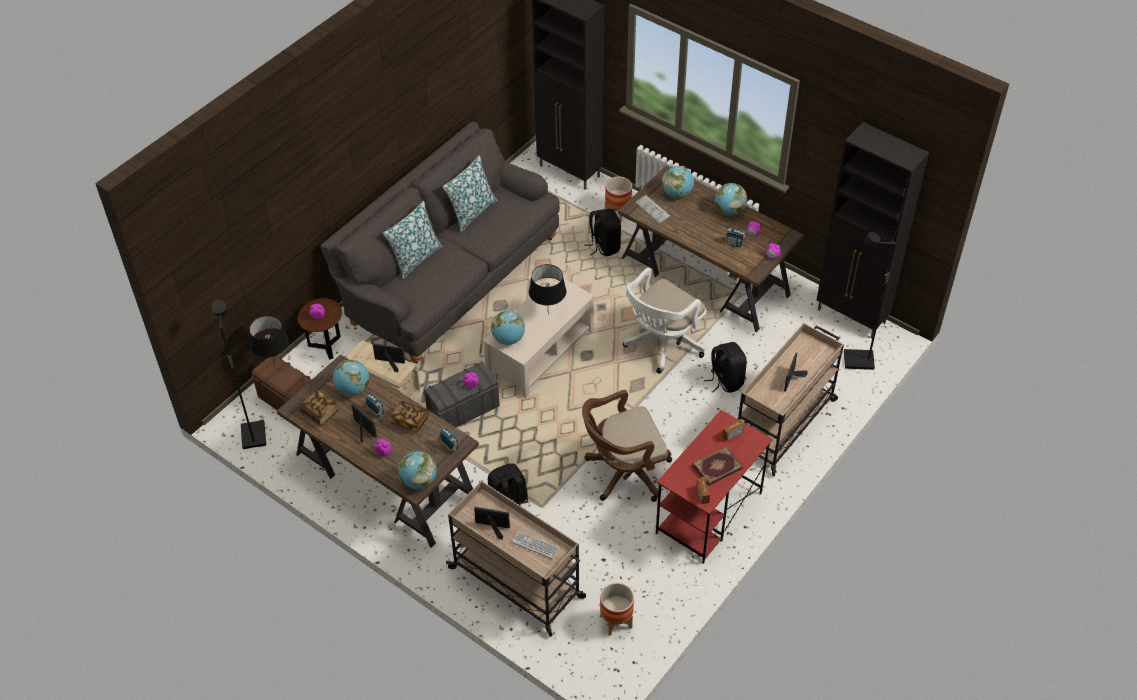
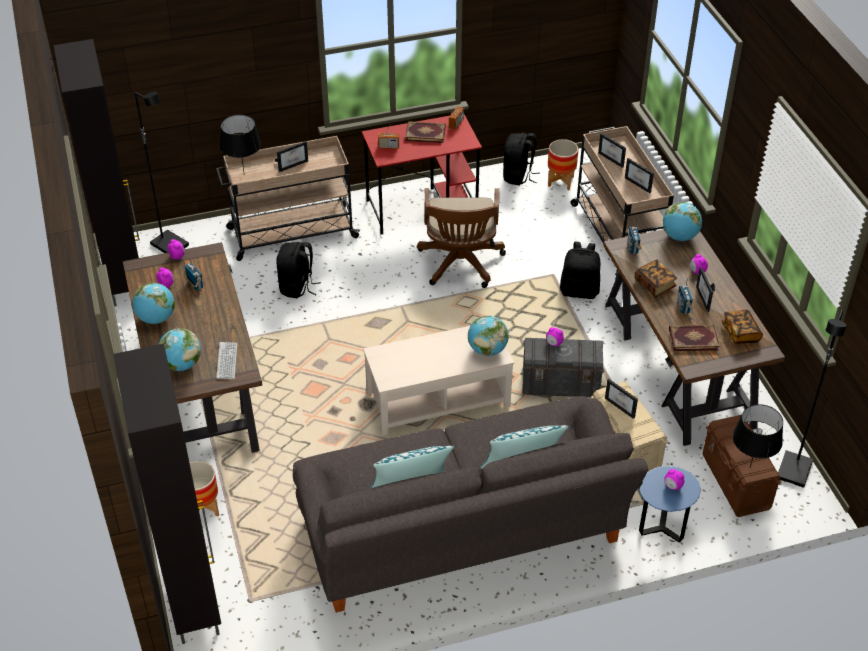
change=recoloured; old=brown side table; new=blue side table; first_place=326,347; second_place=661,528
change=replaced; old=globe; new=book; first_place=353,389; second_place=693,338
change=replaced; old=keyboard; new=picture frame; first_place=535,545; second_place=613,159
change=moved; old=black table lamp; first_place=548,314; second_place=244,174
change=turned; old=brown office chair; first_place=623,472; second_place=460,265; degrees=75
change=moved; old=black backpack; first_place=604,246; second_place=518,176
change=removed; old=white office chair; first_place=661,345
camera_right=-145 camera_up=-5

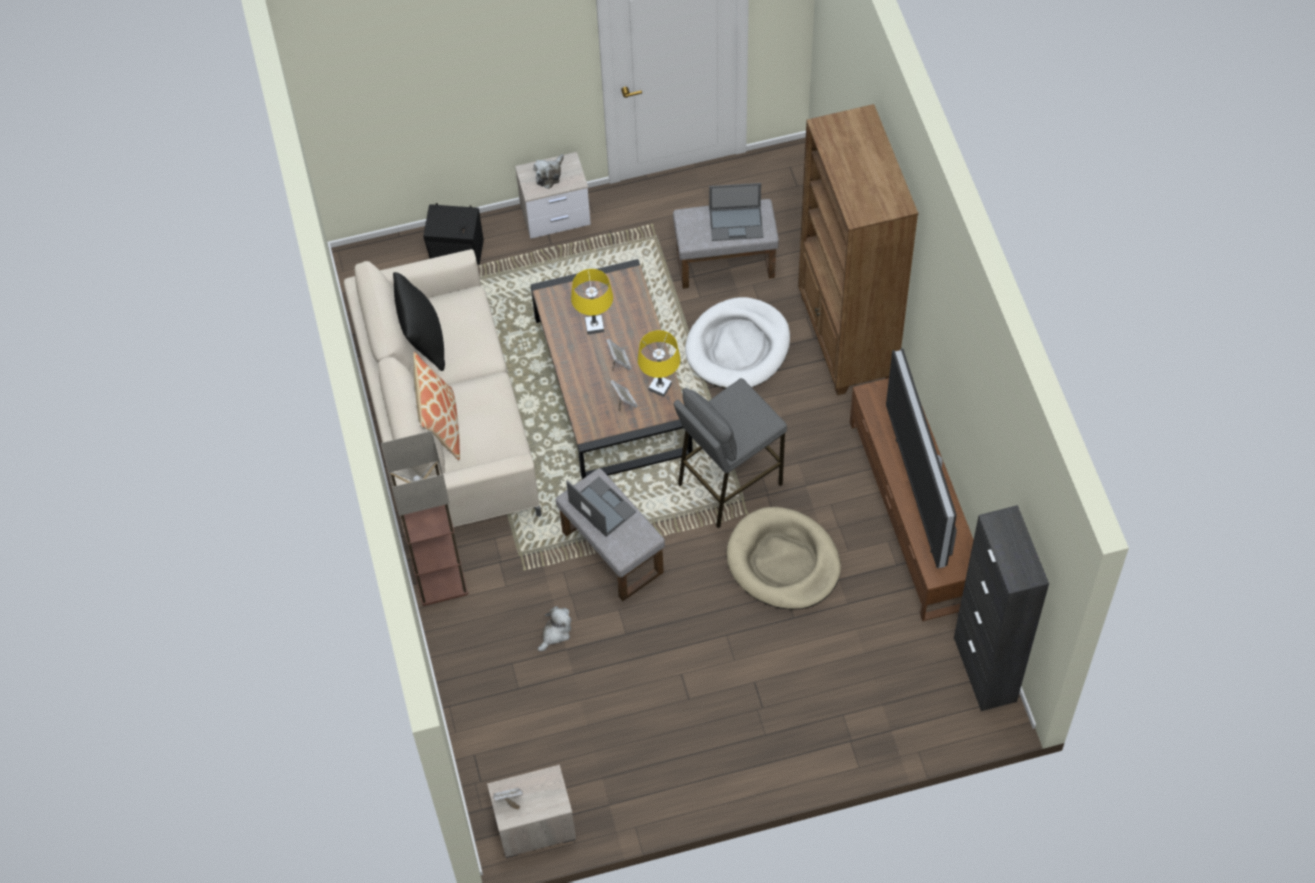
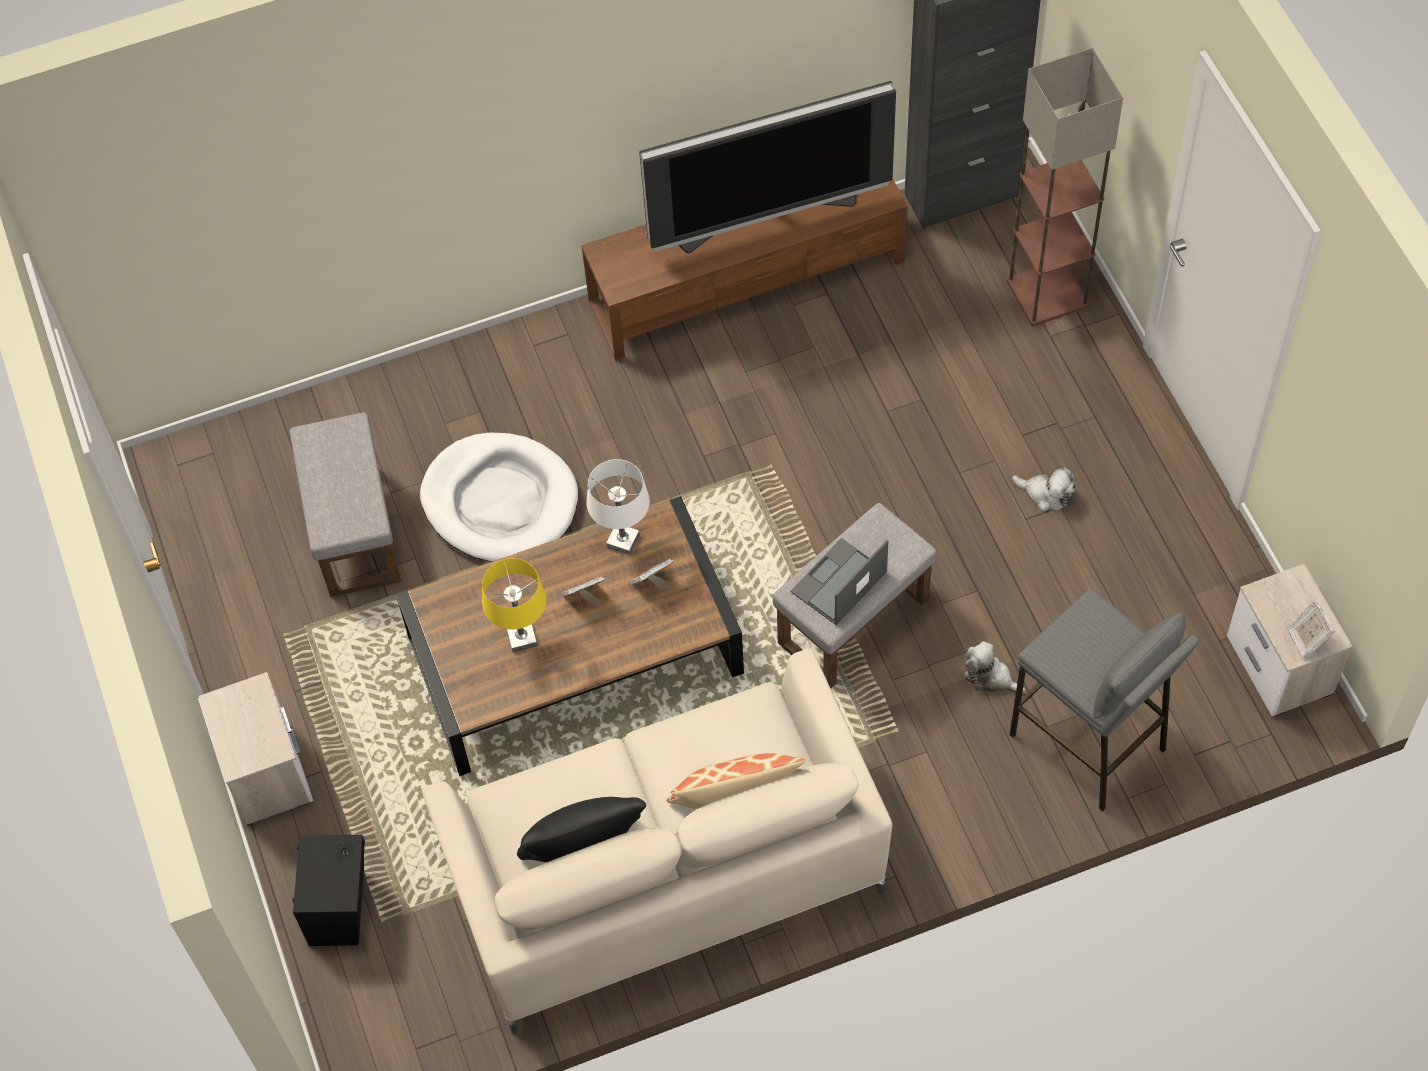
change=moved; old=floor lamp; first_place=439,579; second_place=1047,294
change=moved; old=plush toy; first_place=549,175; second_place=1046,494
change=recoloured; old=yellow table lamp; new=white table lamp; first_place=660,387; second_place=623,541
change=moved; old=grey stool; first_place=729,483; second_place=1088,742
change=removed; old=laptop; first_place=737,223
change=removed; old=beige dog bed; first_place=783,562
change=removed; old=brown bookcase; first_place=846,339
camera_right=-95 camera_up=0

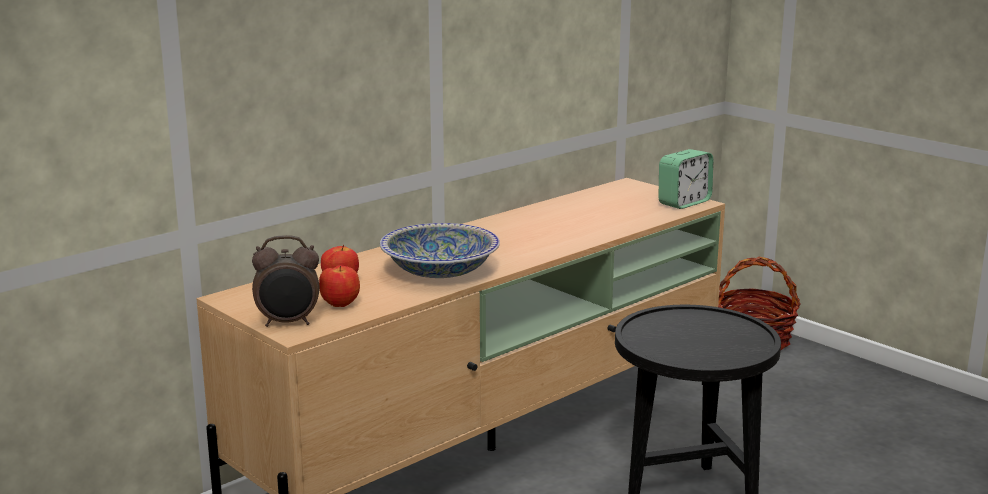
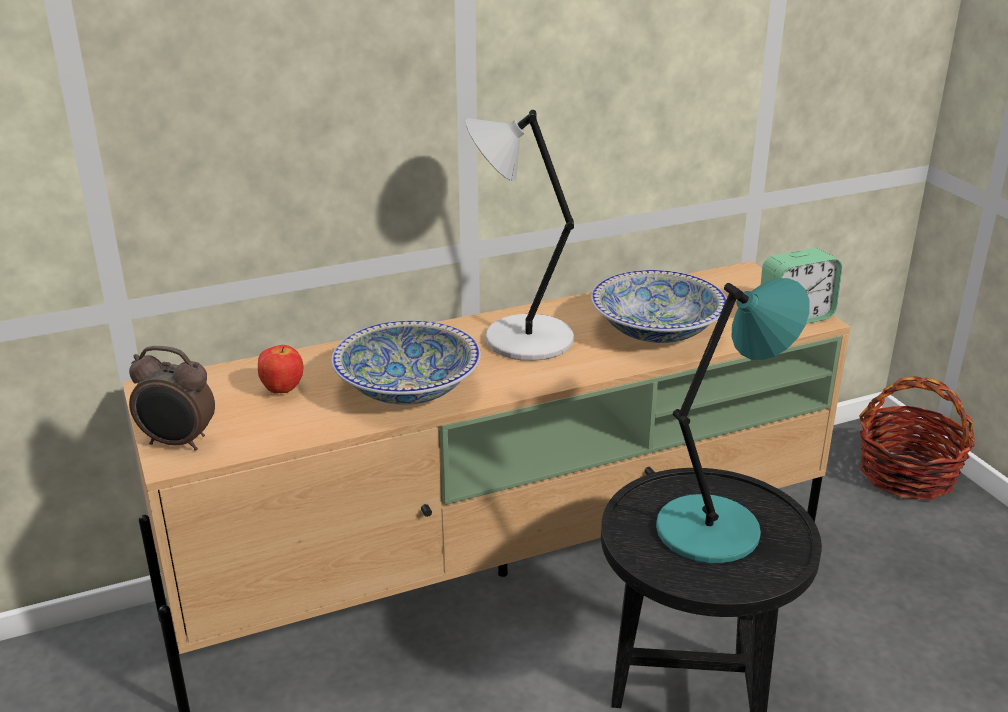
change=removed; old=apple; first_place=340,305
change=added; new=grey table lamp; second_place=523,339
change=added; new=bowl; second_place=656,331
change=added; new=turquoise table lamp; second_place=713,528
camera_right=20 camera_up=10

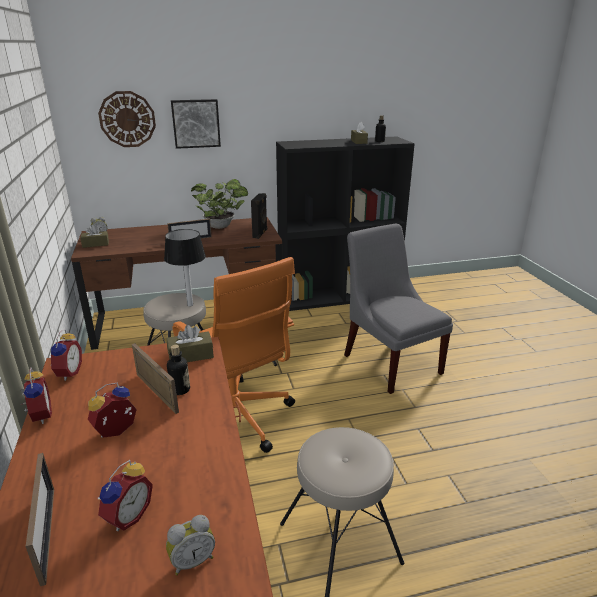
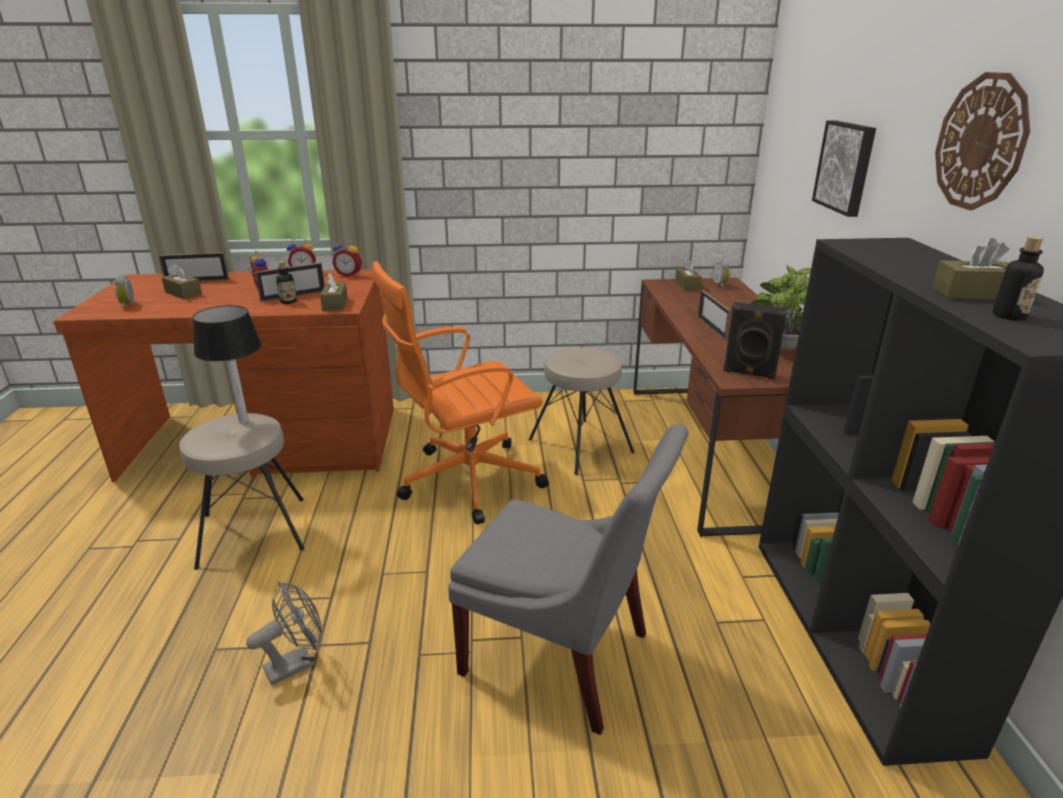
change=moved; old=wall clock; first_place=127,119; second_place=981,142
change=replaced; old=alarm clock; new=brown tissue box; first_place=127,516; second_place=183,293
change=moved; old=table lamp; first_place=190,305; second_place=243,421
change=turned; old=grey chair; first_place=390,361; second_place=562,658; degrees=45
change=added; new=grey fan; second_place=296,663
camera_right=100 camera_up=0

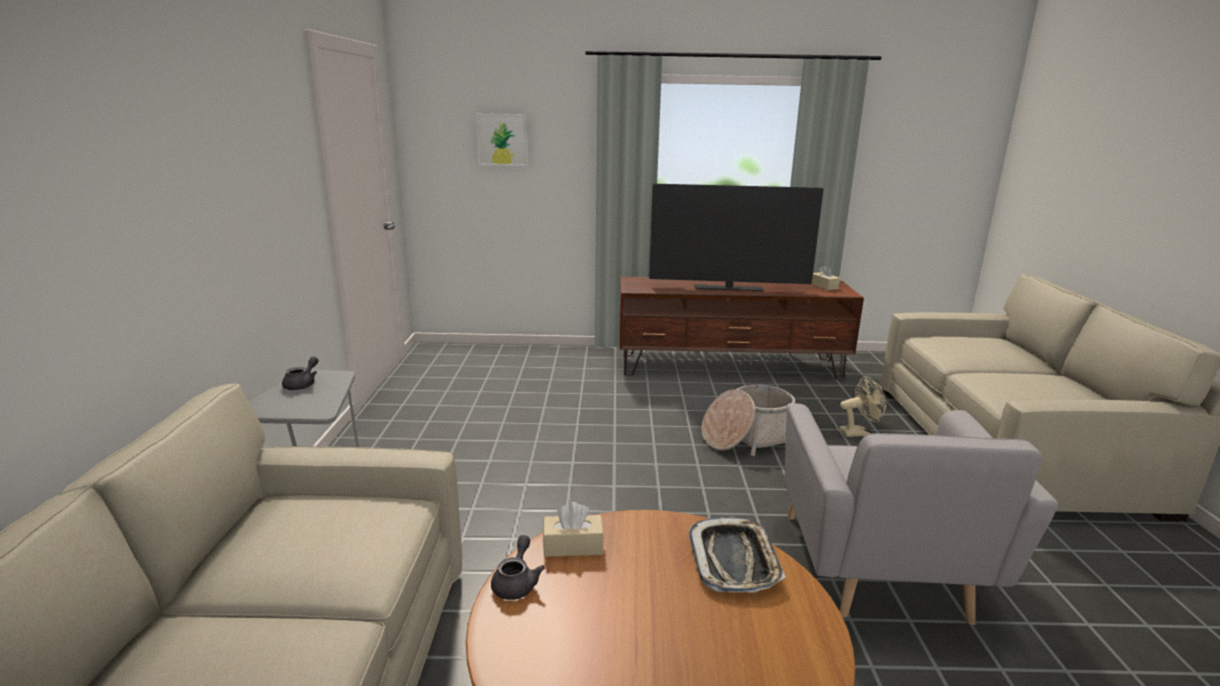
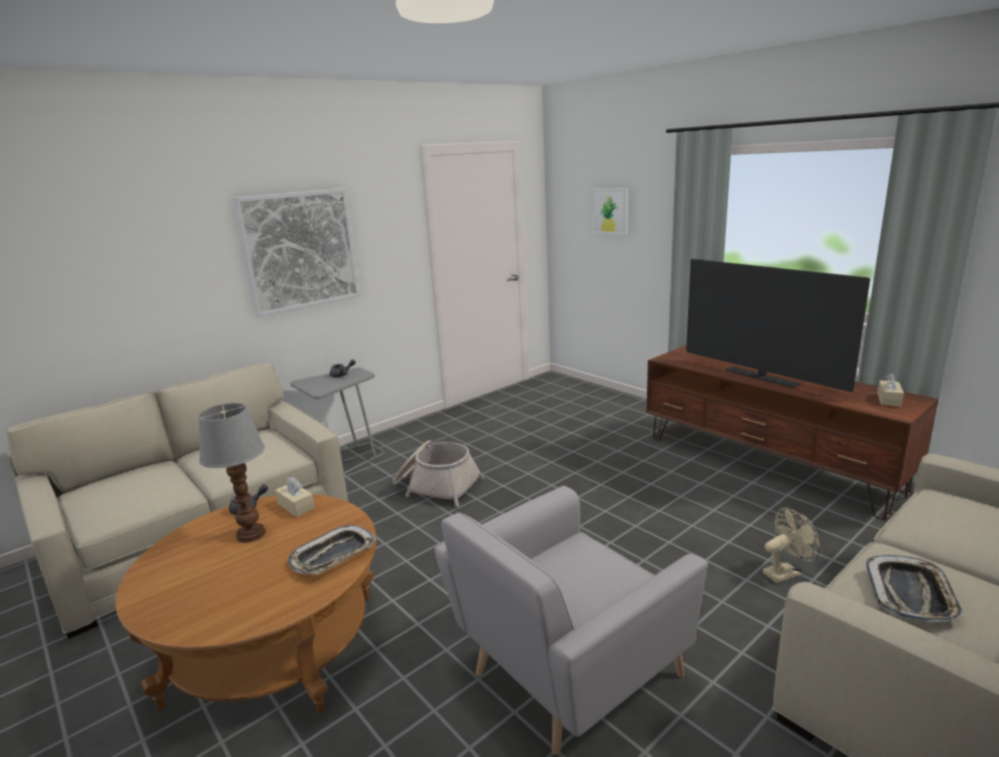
change=moved; old=basket; first_place=749,438; second_place=436,486
change=turned; old=beige fan; first_place=859,432; second_place=786,572; degrees=-60
change=added; new=table lamp; second_place=250,535
change=added; new=picture; second_place=300,250
change=added; new=tray; second_place=911,594
camera_right=50 camera_up=0

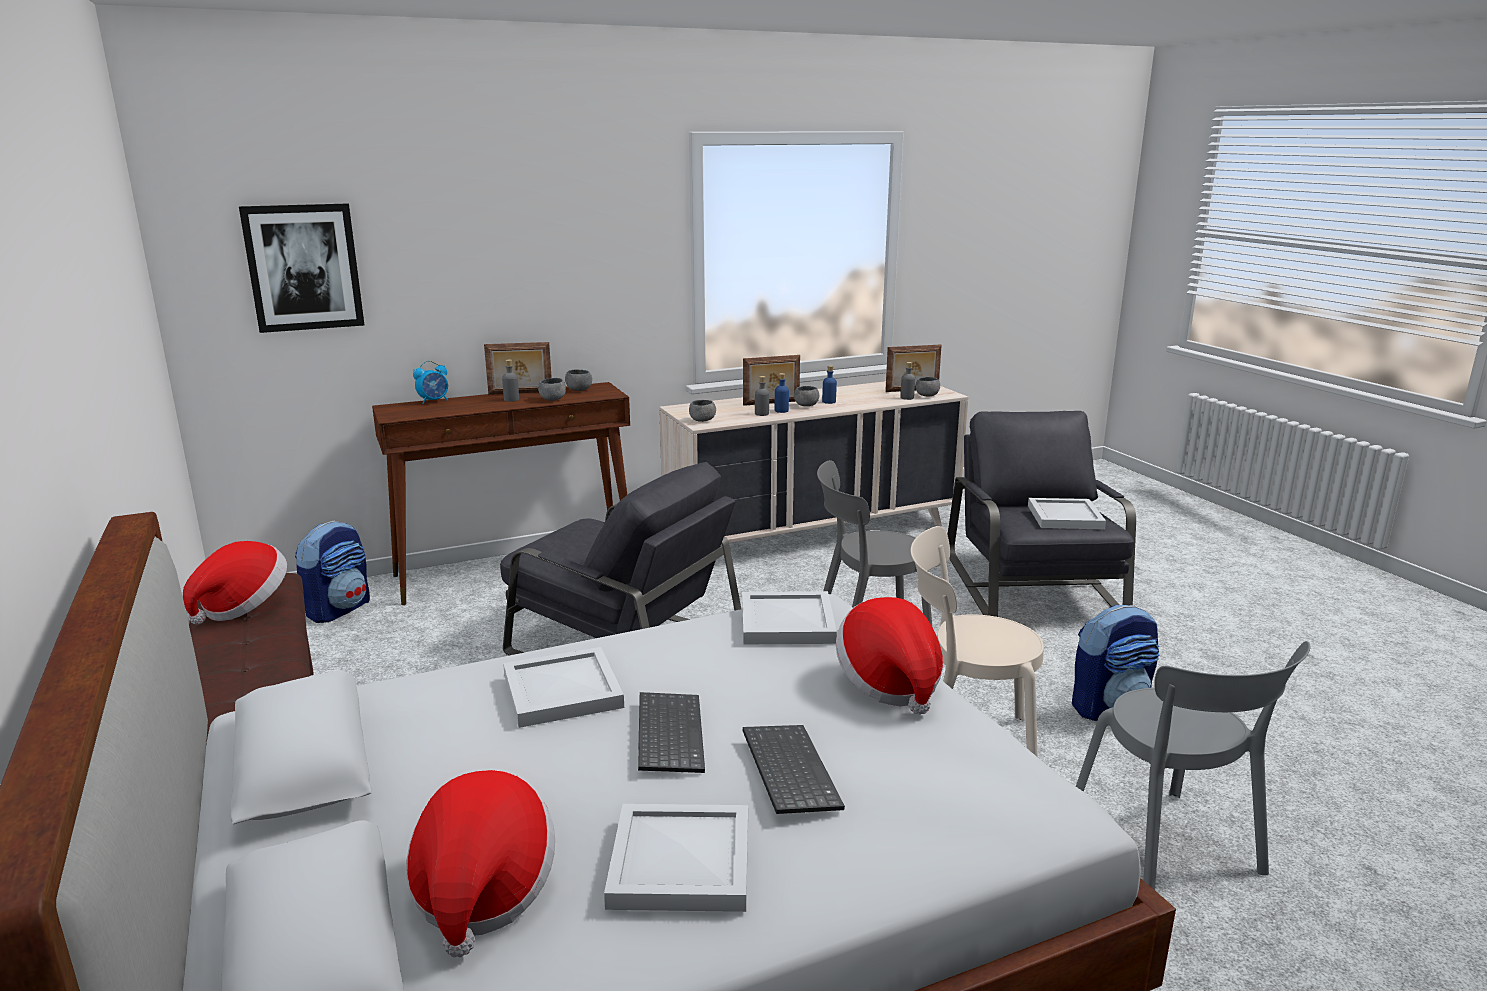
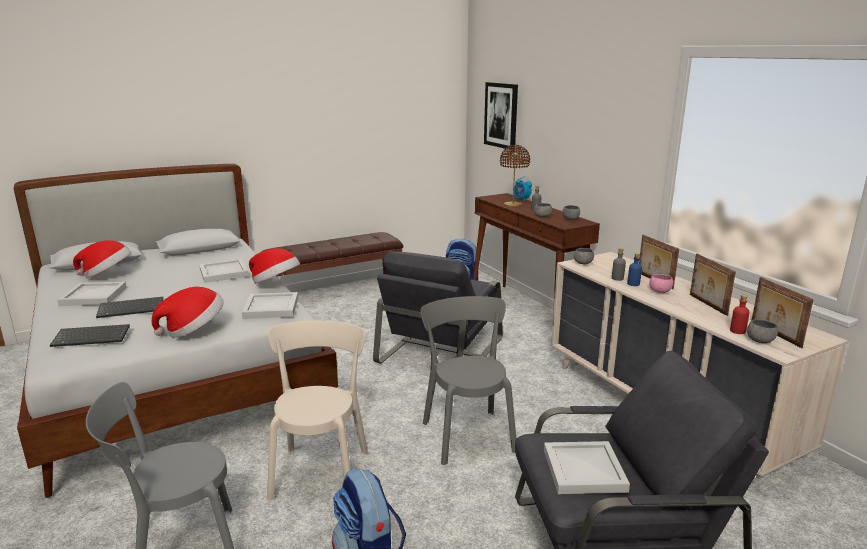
change=moved; old=hat; first_place=243,606; second_place=276,284
change=moved; old=picture frame; first_place=520,393; second_place=707,304
change=moved; old=keyboard; first_place=667,734; second_place=93,337
change=recoloured; old=grey bowl; new=pink bowl; first_place=806,405; second_place=660,291
change=removed; old=blue bottle; first_place=829,402
change=recoloured; old=grey bottle; new=red bottle; first_place=907,398; second_place=737,331
change=added; new=brown table lamp; second_place=512,205
camera_right=85 camera_up=0

